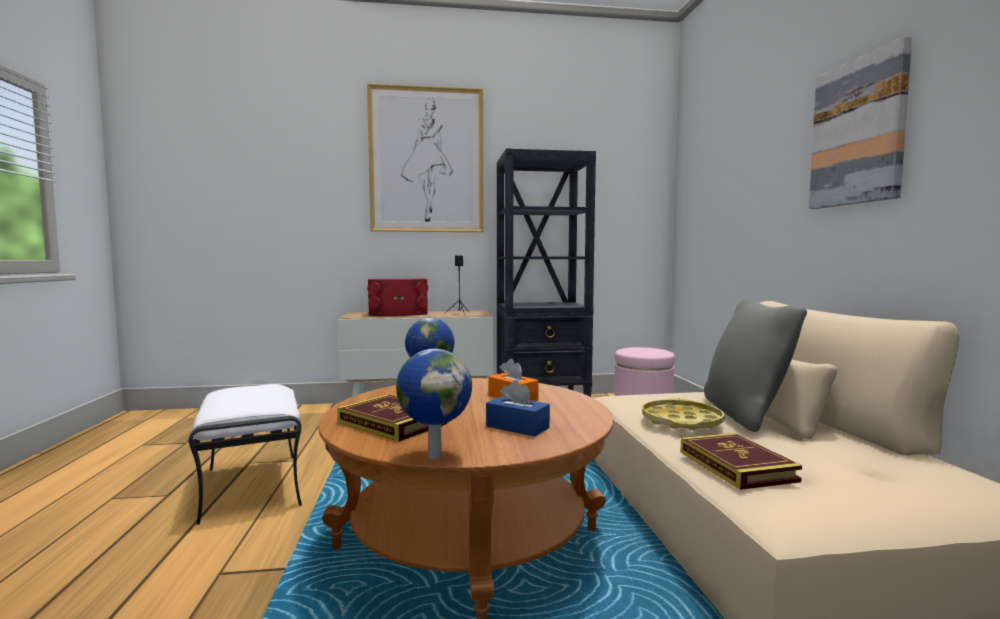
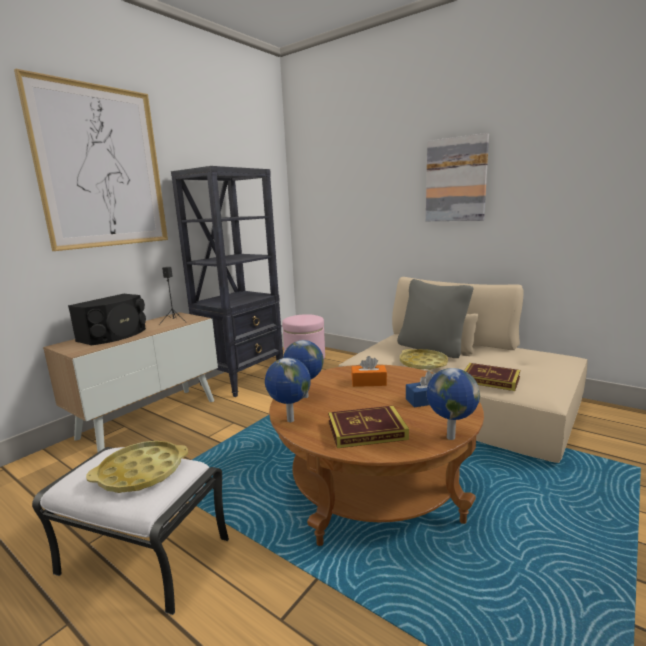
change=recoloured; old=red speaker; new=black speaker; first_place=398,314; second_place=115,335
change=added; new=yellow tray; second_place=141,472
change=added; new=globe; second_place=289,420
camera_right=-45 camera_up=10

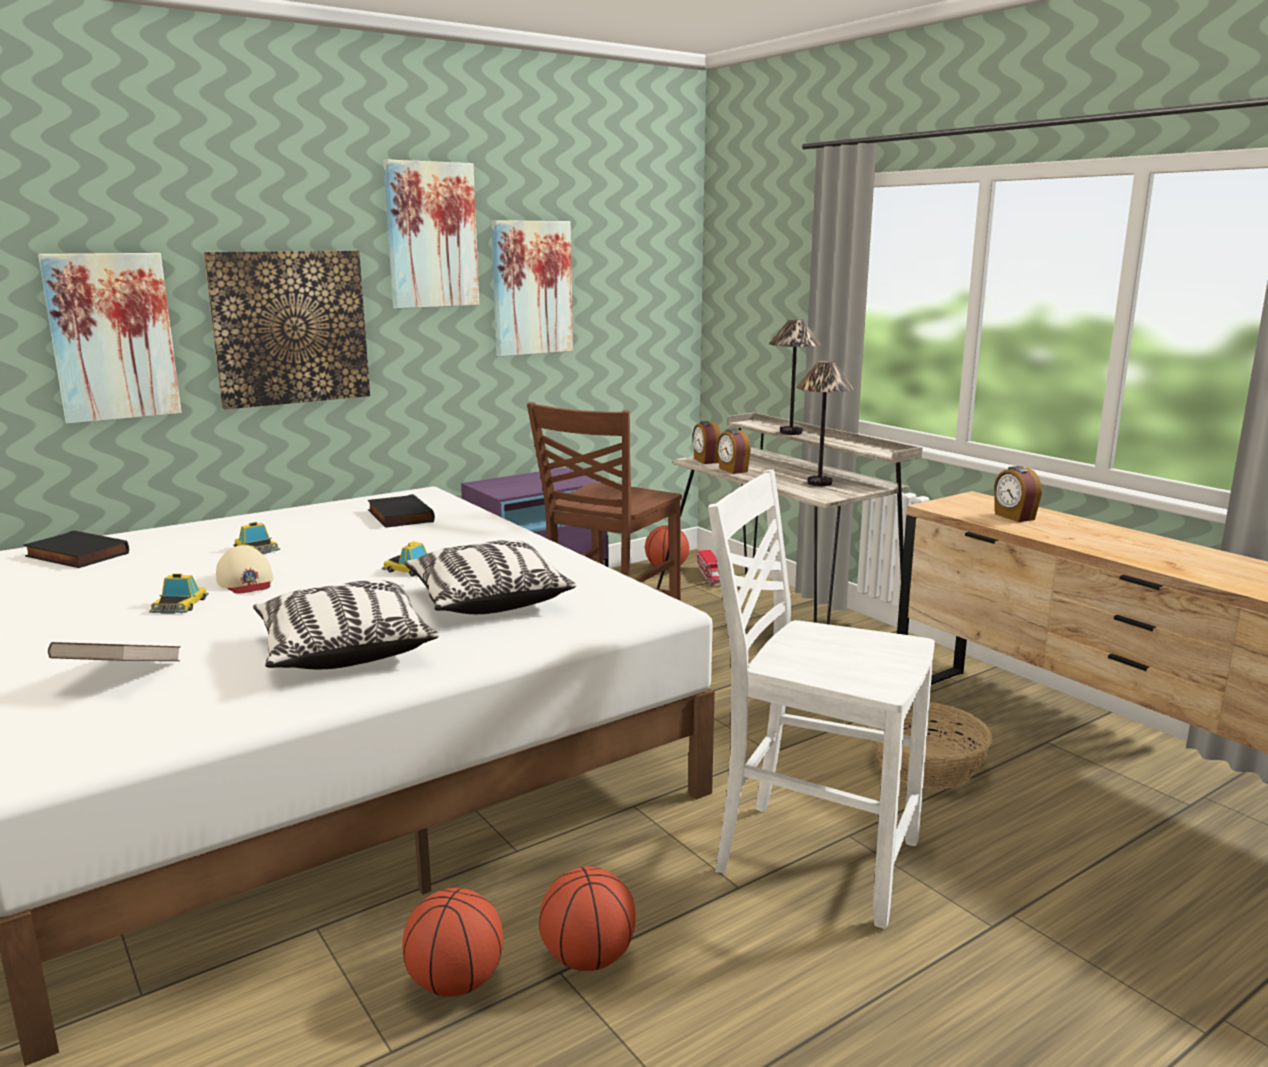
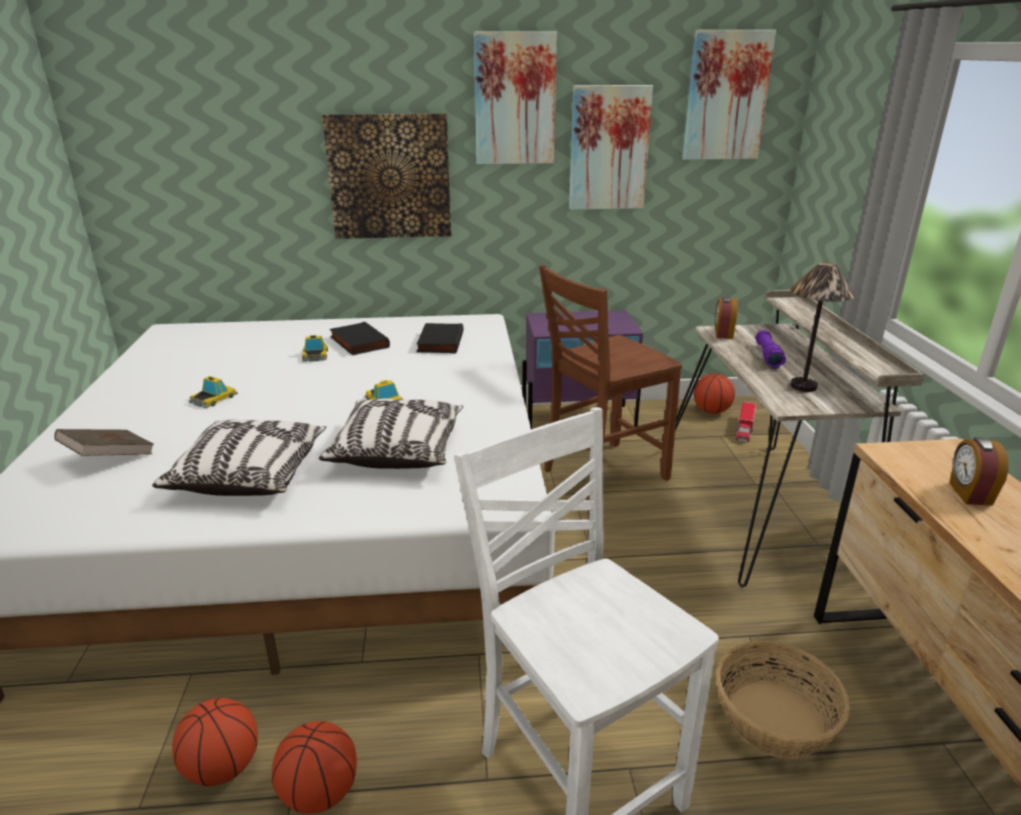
change=moved; old=black book; first_place=75,555; second_place=358,342
change=moved; old=picture; first_place=112,337; second_place=726,96
change=removed; old=beige cap; first_place=246,581
change=removed; old=alarm clock; first_place=732,470
change=removed; old=table lamp; first_place=790,432
change=added; new=purple flashlight; second_place=767,356
camera_right=30 camera_up=10

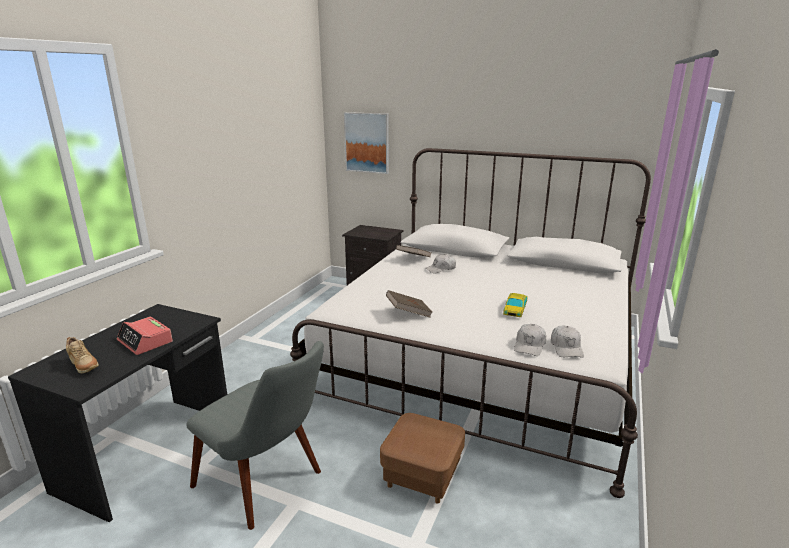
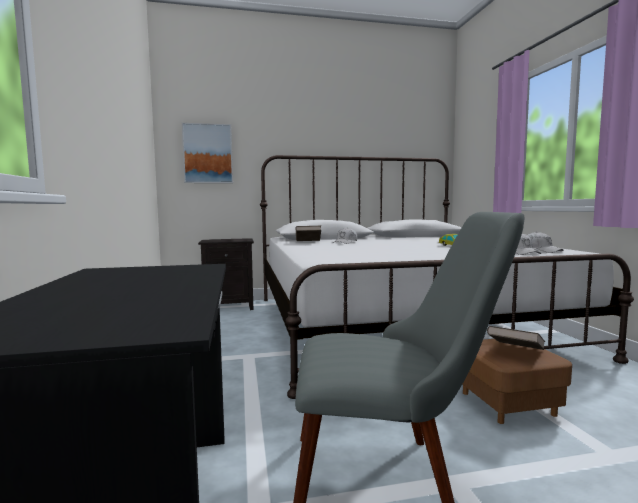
change=removed; old=beige shoe; first_place=84,367
change=removed; old=alarm clock; first_place=145,341
change=moved; old=brown book; first_place=408,313; second_place=515,352
camera_right=-35 camera_up=-15

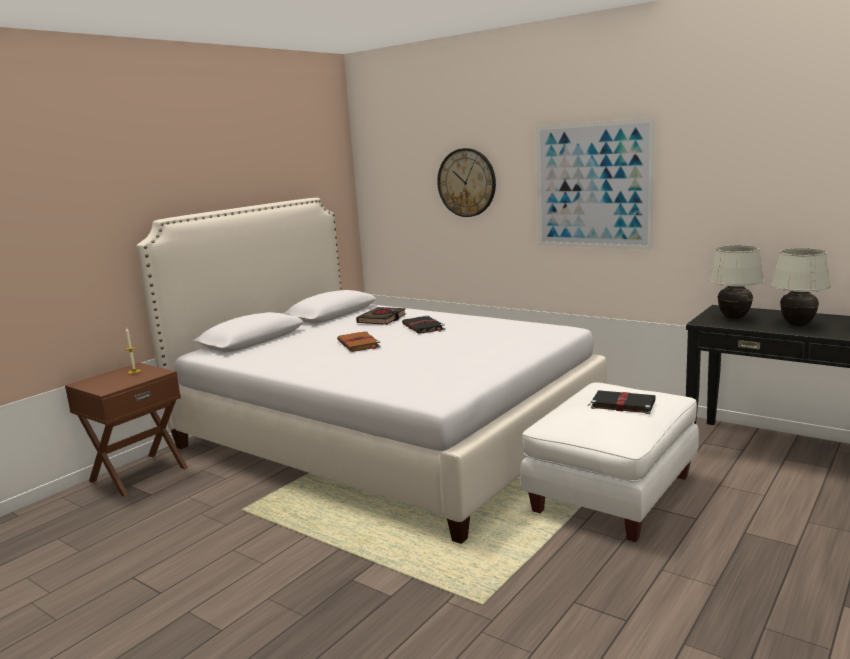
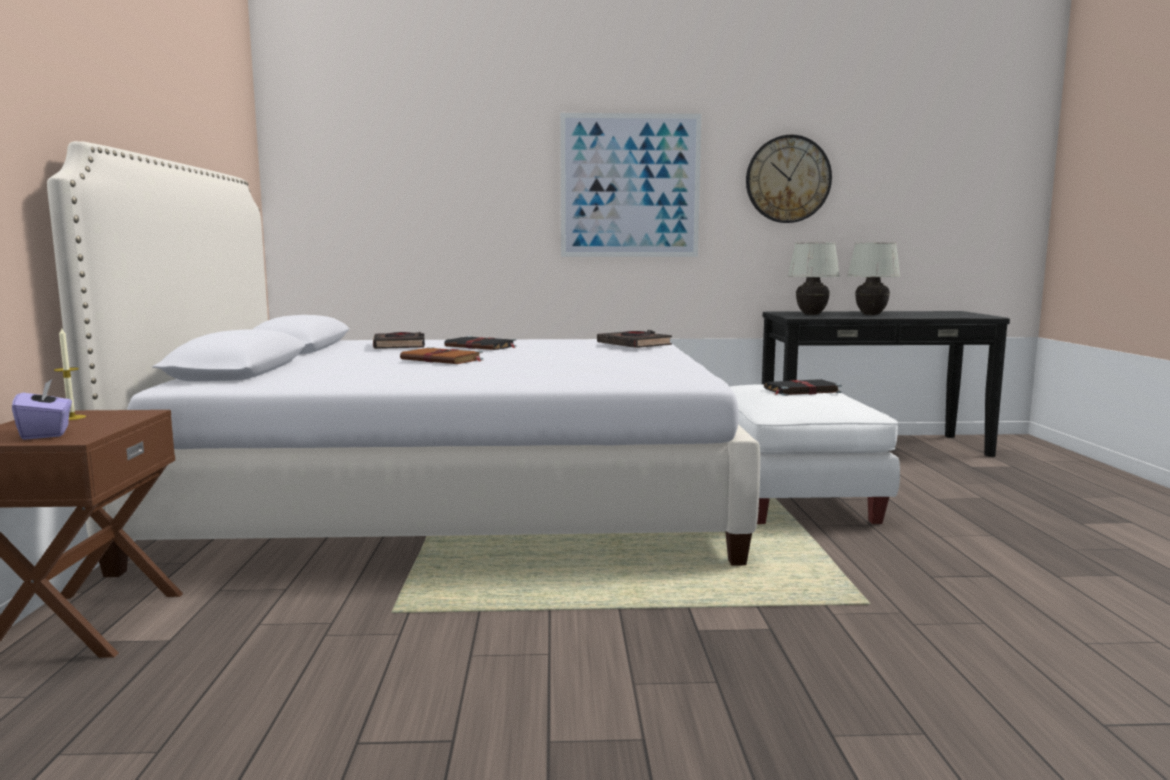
change=moved; old=wall clock; first_place=466,182; second_place=788,179
change=added; new=purple tissue box; second_place=46,433
change=added; new=black book; second_place=634,345
camera_right=-40 camera_up=-5

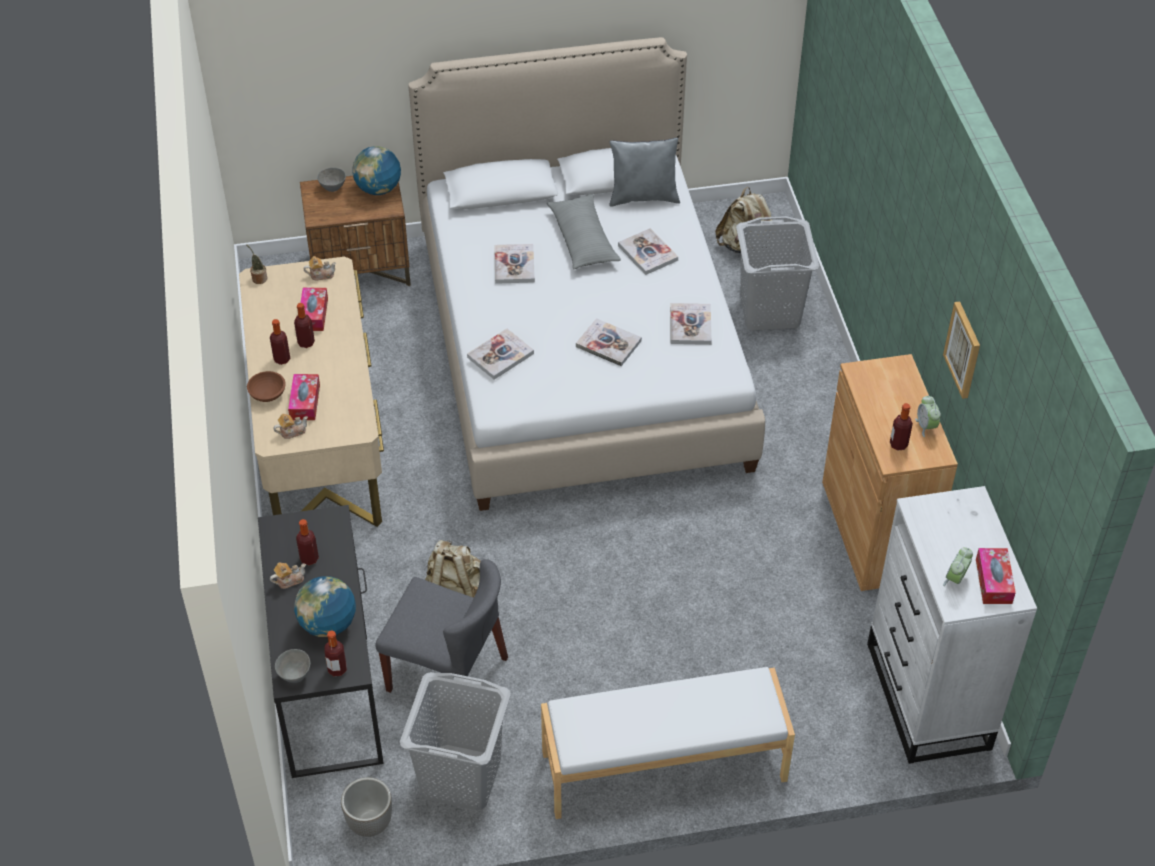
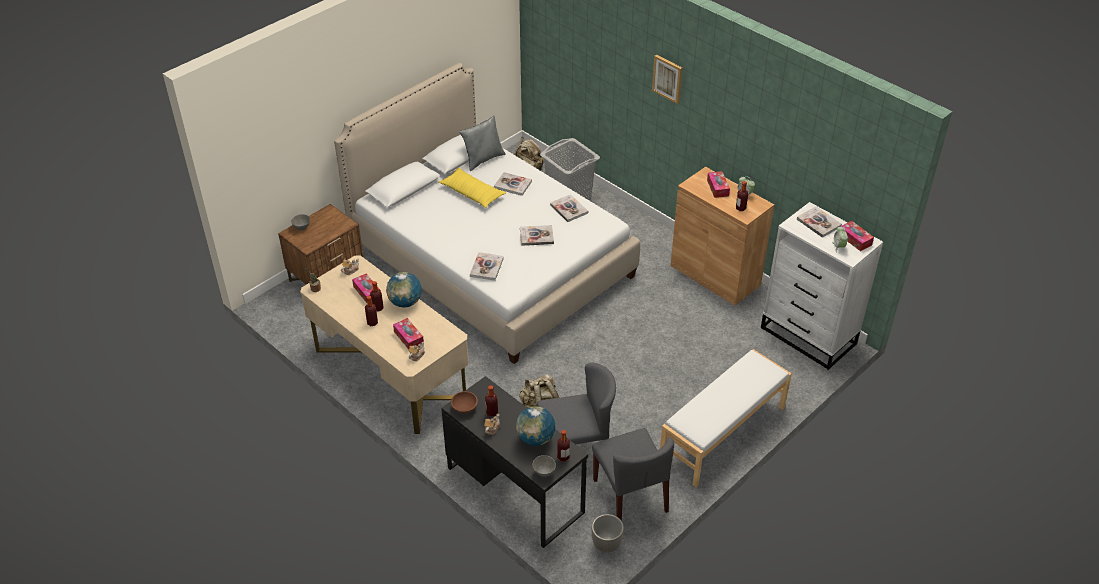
change=moved; old=brown bowl; first_place=267,394; second_place=464,408
change=moved; old=globe; first_place=378,189; second_place=405,302
change=replaced; old=grey laundry basket; new=grey chair; first_place=460,777; second_place=630,496
change=moved; old=book; first_place=514,265; second_place=818,223
change=recoloured; old=grey pillow; new=yellow pillow; first_place=583,240; second_place=472,193
change=moved; old=picture; first_place=963,349; second_place=667,78
change=added; new=tissue box; second_place=717,188
camera_right=-35 camera_up=-5

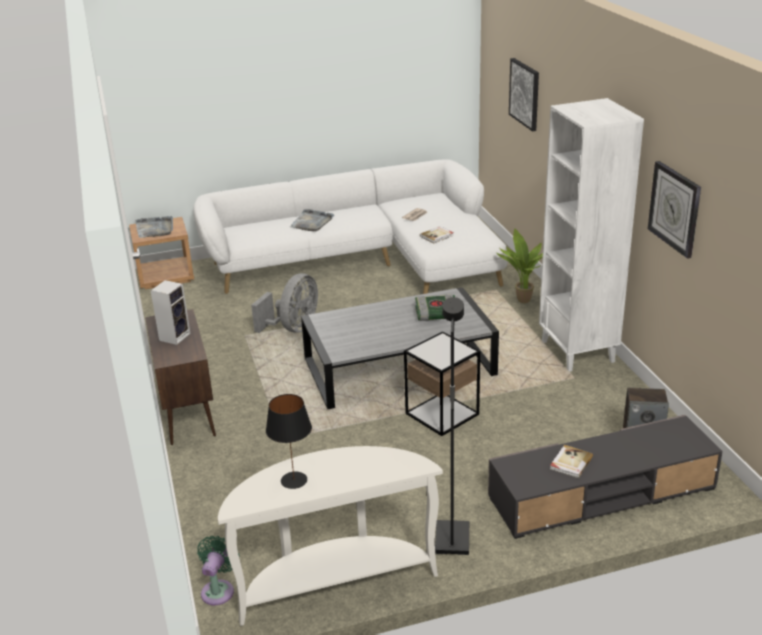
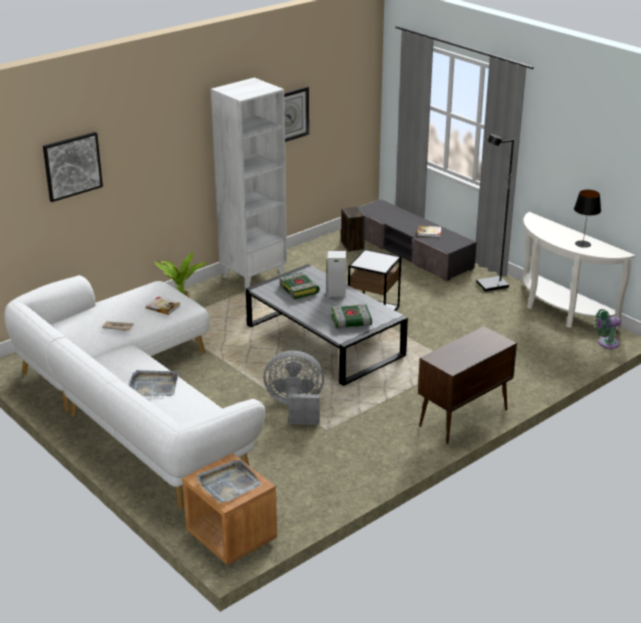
change=moved; old=speaker; first_place=175,336; second_place=335,294
change=added; new=book; second_place=350,322
camera_right=-115 camera_up=0

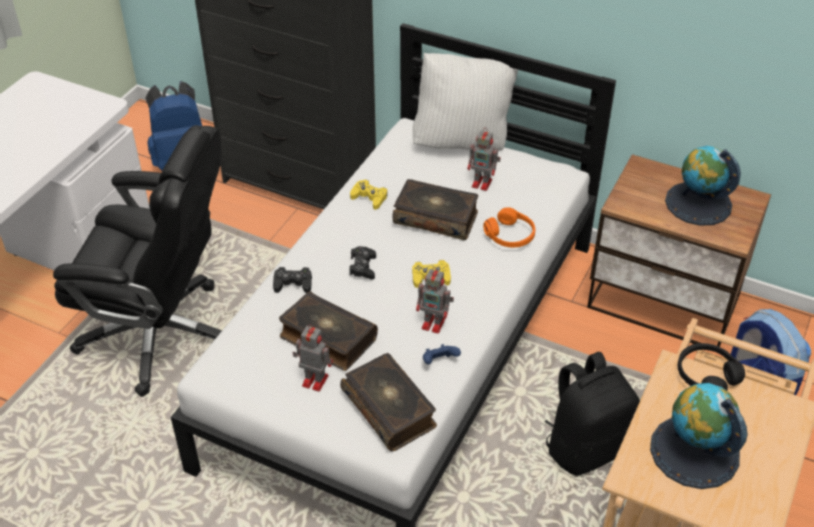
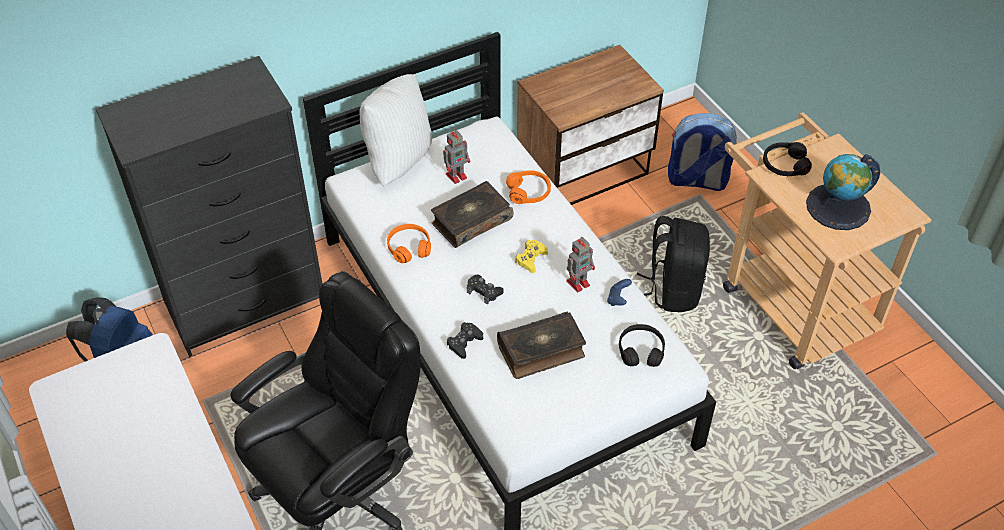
change=removed; old=toy robot; first_place=314,380
change=replaced; old=book; new=black headphones; first_place=390,409; second_place=641,350
change=replaced; old=yellow game controller; new=orange headphones; first_place=369,198; second_place=409,247
change=removed; old=globe; first_place=698,203
camera_right=-55 camera_up=5

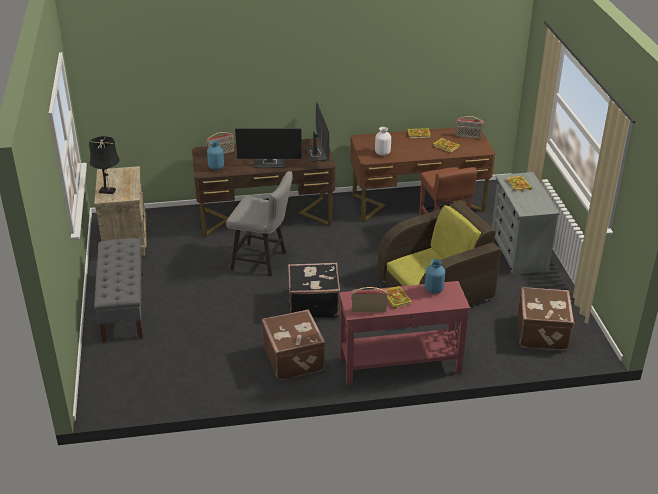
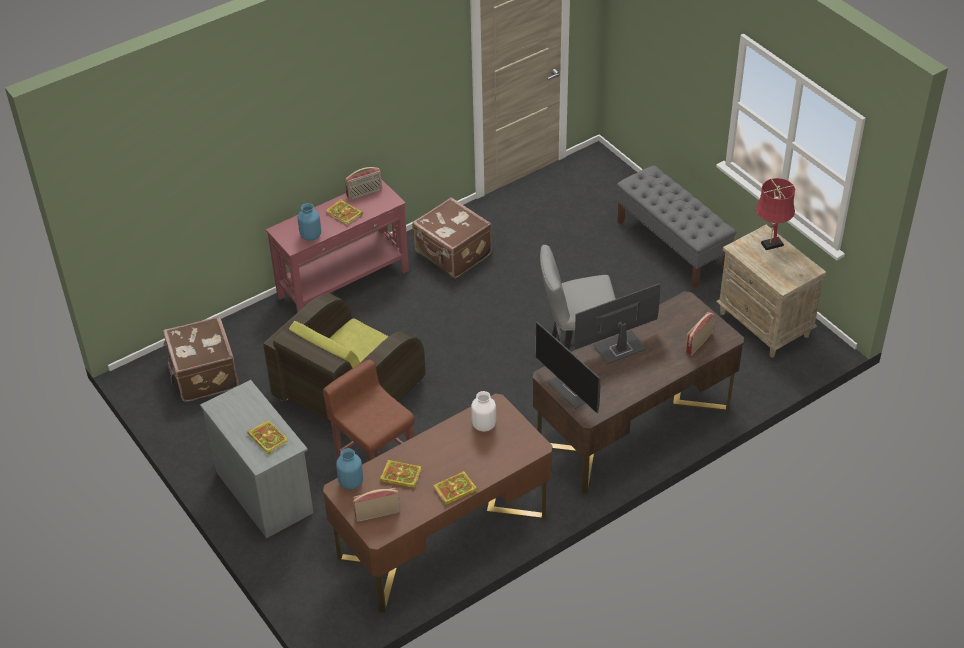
change=recoloured; old=black table lamp; new=red table lamp; first_place=109,191; second_place=770,244
change=moved; old=blue vase; first_place=216,167; second_place=351,483
change=removed; old=black suitcase; first_place=313,304
camera_right=155 camera_up=10

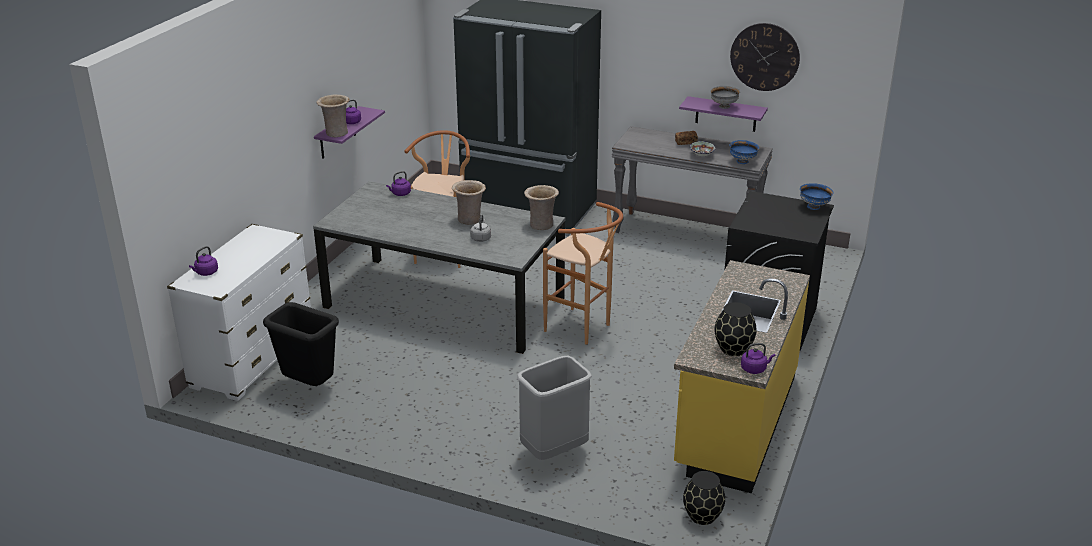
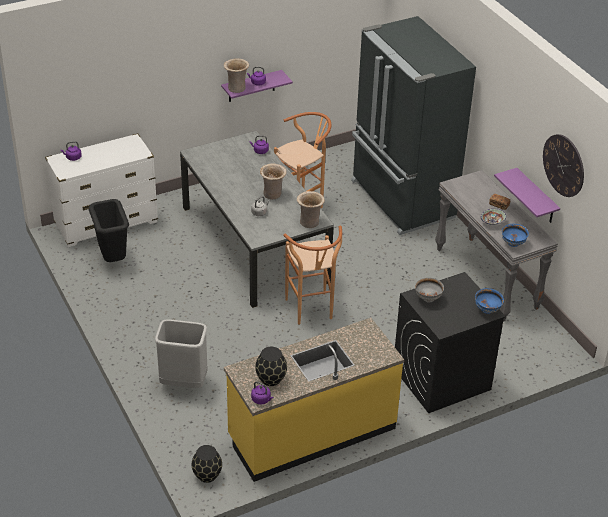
change=moved; old=grey bowl; first_place=724,107; second_place=428,299
camera_right=40 camera_up=10

